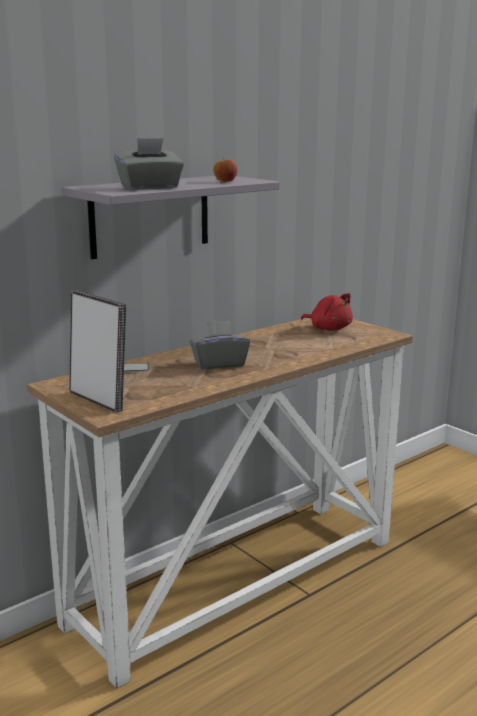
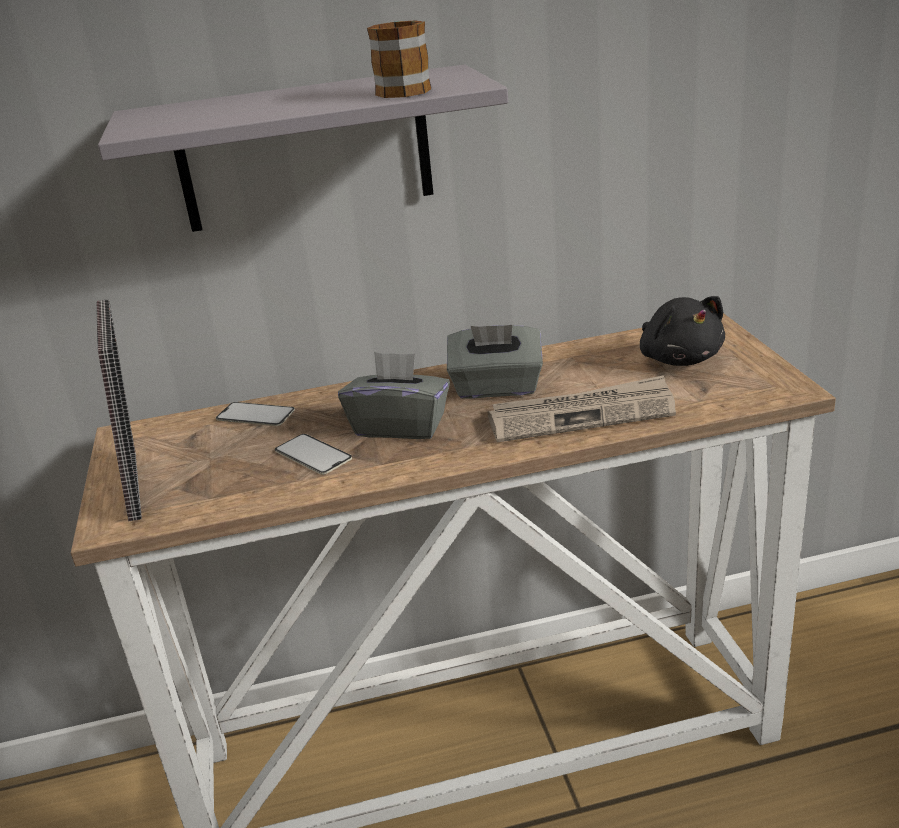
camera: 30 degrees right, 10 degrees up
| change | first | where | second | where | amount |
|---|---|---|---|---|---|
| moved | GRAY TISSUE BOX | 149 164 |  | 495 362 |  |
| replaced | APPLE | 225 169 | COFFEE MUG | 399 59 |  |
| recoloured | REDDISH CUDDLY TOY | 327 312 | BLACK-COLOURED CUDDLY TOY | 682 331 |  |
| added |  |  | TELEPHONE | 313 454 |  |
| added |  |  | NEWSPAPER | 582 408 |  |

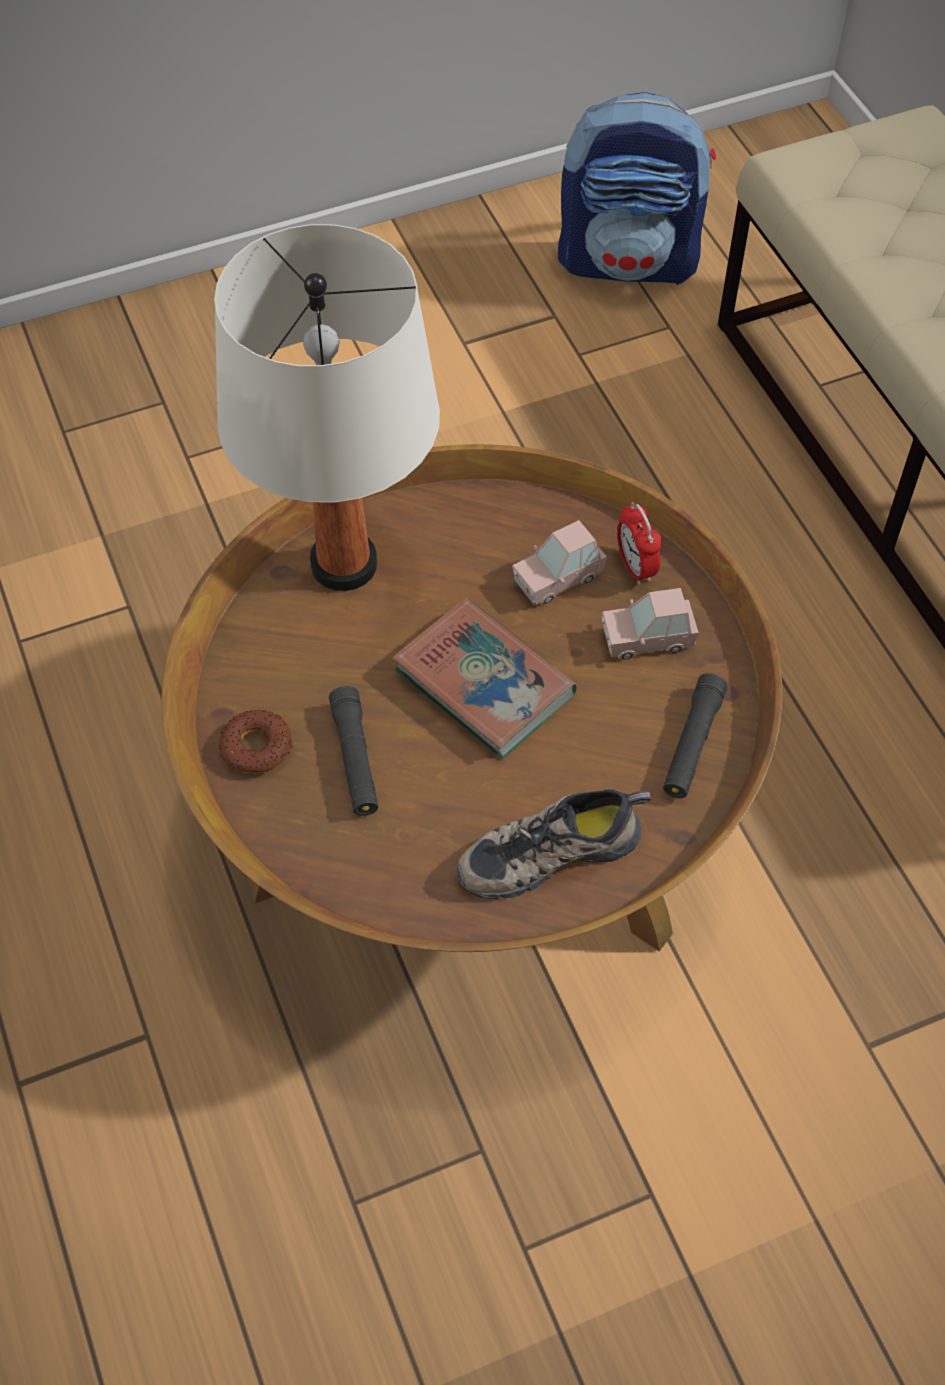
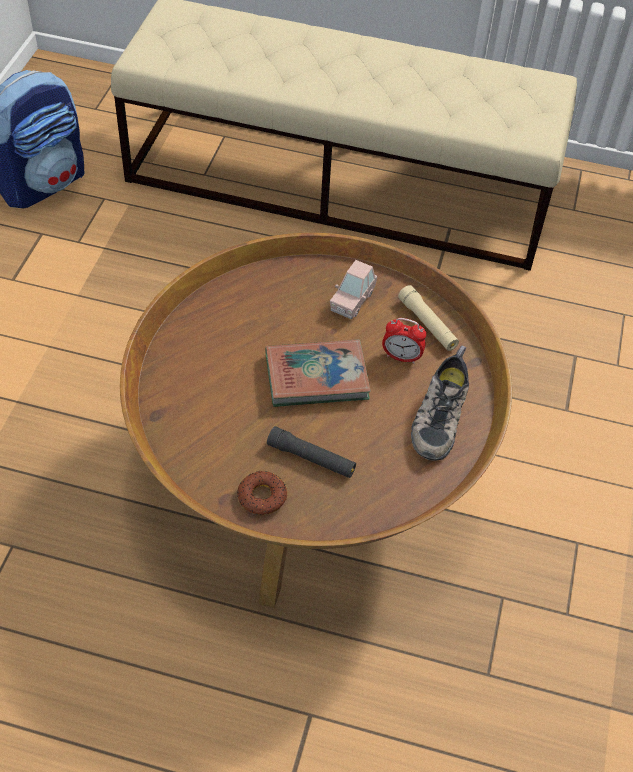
camera: 55 degrees left, 5 degrees down
| change | first | where | second | where | amount |
|---|---|---|---|---|---|
| removed | WHITE TABLETOP LAMP | 327 407 |  |  |  |
| removed | PINK MINIATURE CAR | 559 562 |  |  |  |
| moved | BEDSIDE CLOCK | 639 543 |  | 404 341 |  |
| recoloured | BLACK-COLOURED TORCH | 695 735 | BEIGE-COLOURED TORCH | 428 318 |  |

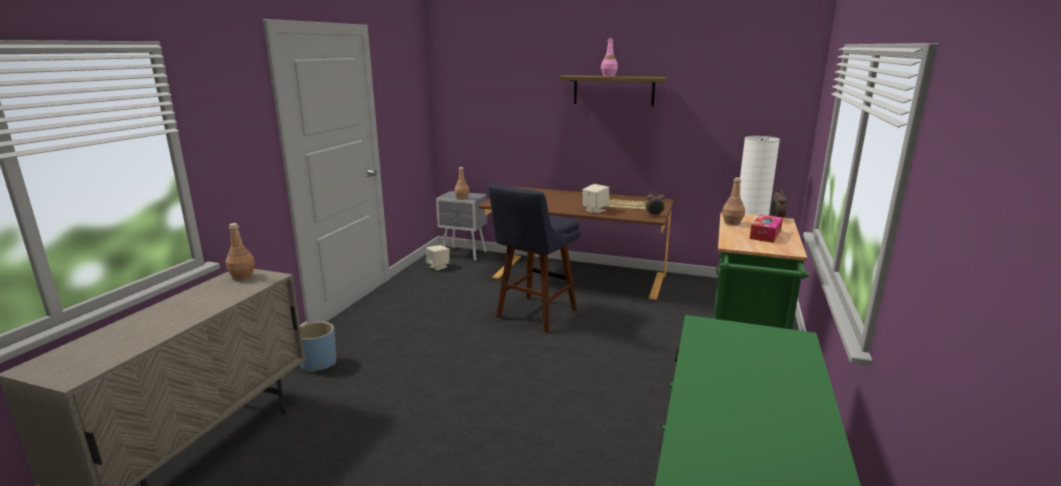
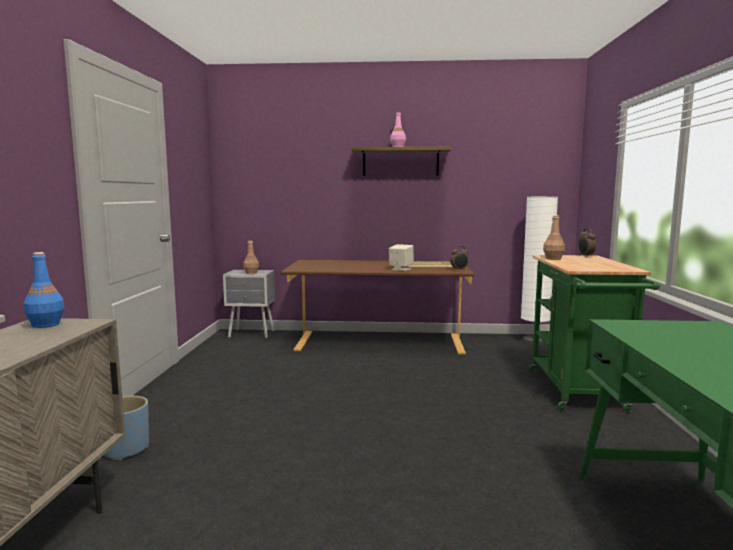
camera: 15 degrees left, 10 degrees down
| change | first | where | second | where | amount |
|---|---|---|---|---|---|
| recoloured | BROWN-COLOURED BEVERAGE BOTTLE | 240 251 | BLUE-COLOURED BEVERAGE BOTTLE | 44 290 |  |
| removed | BEIGE-COLOURED SPEAKER | 438 257 |  |  |  |
| removed | BLUE-COLOURED STOOL SEAT | 534 258 |  |  |  |
| removed | TISSUE BOX | 766 228 |  |  |  |

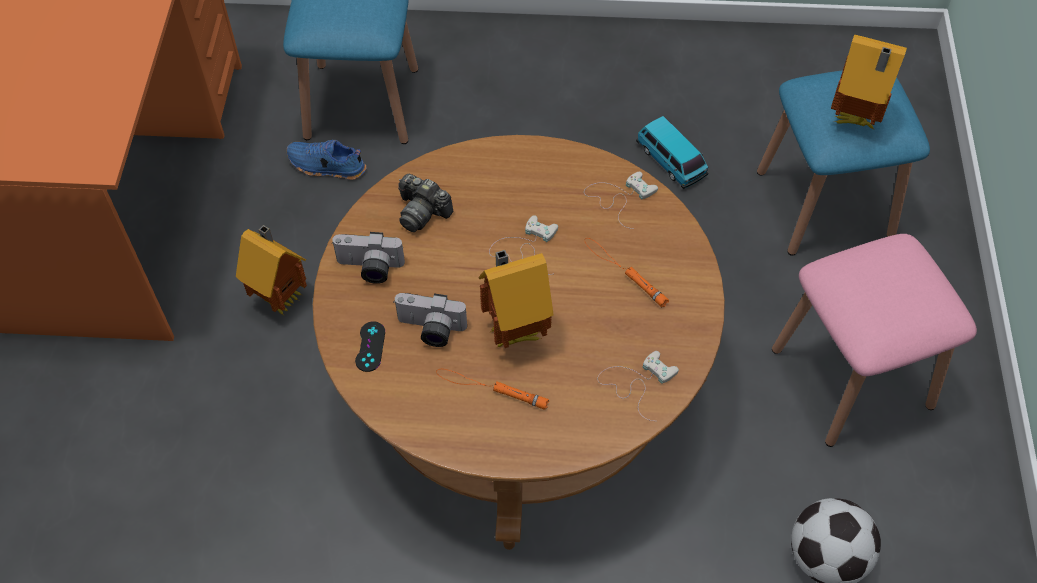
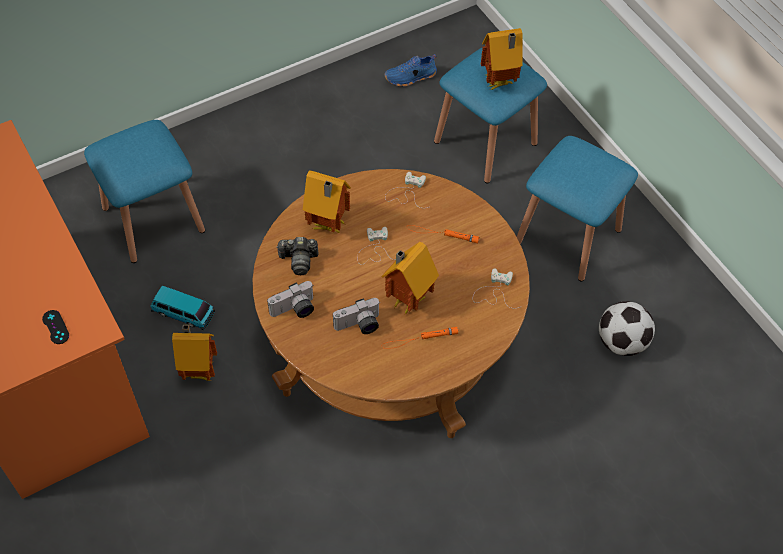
camera: 35 degrees left, 0 degrees up
| change | first | where | second | where | amount |
|---|---|---|---|---|---|
| moved | BLUE-COLOURED LOW SHOE | 327 160 |  | 410 70 |  |
| moved | BLACK-COLOURED GAME CONTROLLER | 370 346 |  | 55 327 |  |
| moved | MINIATURE CAR | 672 152 |  | 183 307 |  |
| recoloured | PINK STOOL SEAT | 874 340 | BLUE-COLOURED STOOL SEAT | 577 209 |  |
| added |  |  | MODEL HOUSE | 327 202 |  |

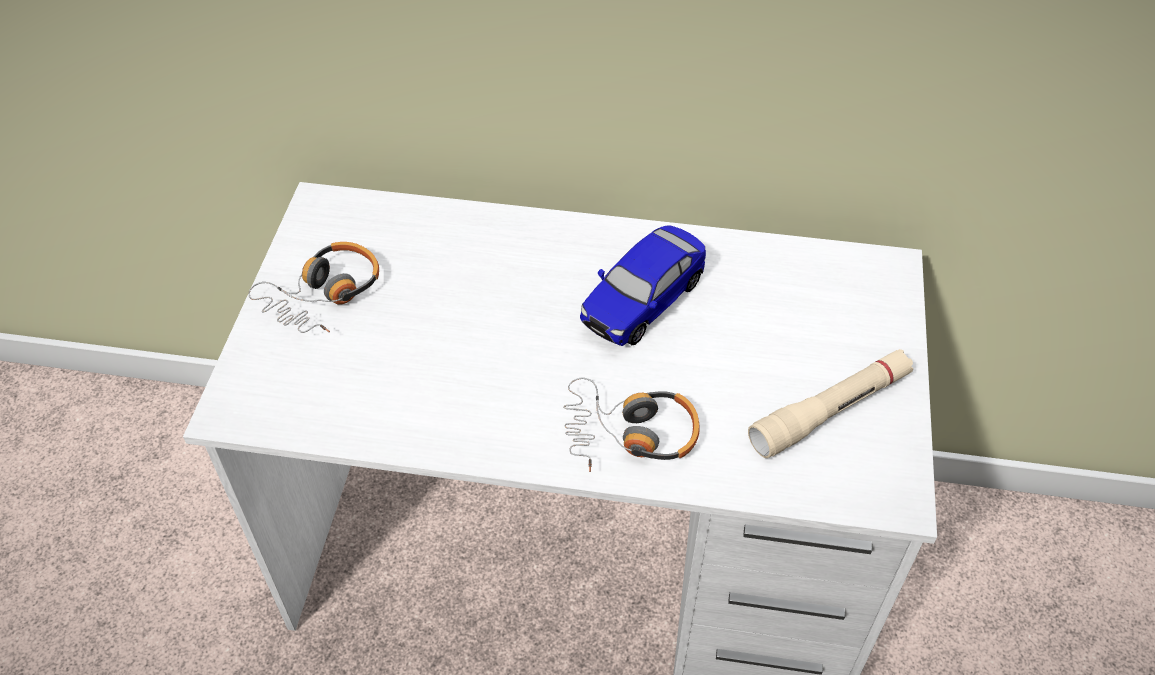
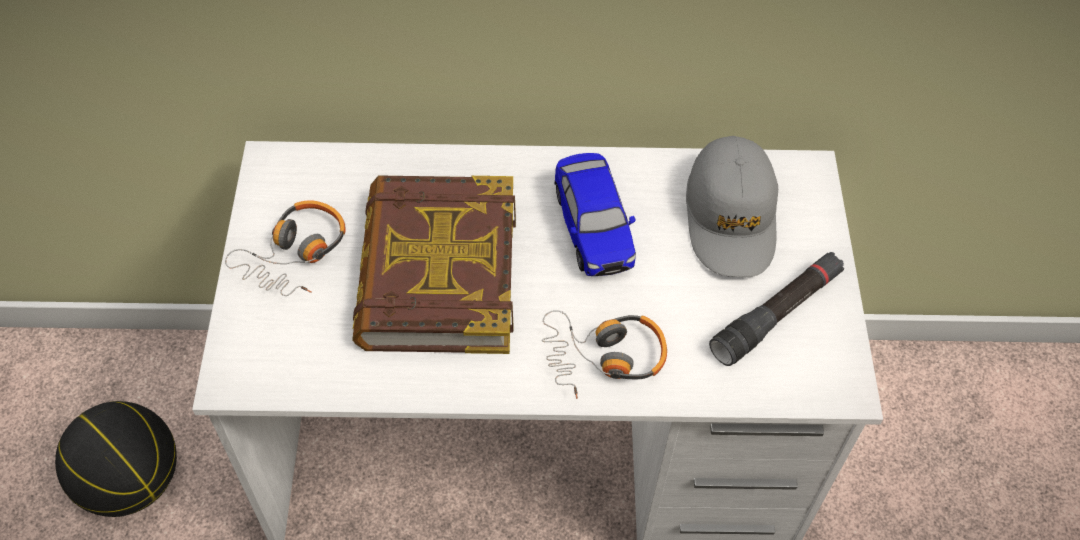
camera: 10 degrees left, 5 degrees up
| change | first | where | second | where | amount |
|---|---|---|---|---|---|
| turned | MINIATURE CAR | 643 285 |  | 595 214 | 45 degrees counterclockwise |
| recoloured | BEIGE-COLOURED TORCH | 830 403 | BLACK-COLOURED TORCH | 776 309 |  |
| added |  |  | BASKETBALL BALL | 116 459 |  |
| added |  |  | BOOK | 434 264 |  |
| added |  |  | GRAY BASEBALL CAP | 732 206 |  |

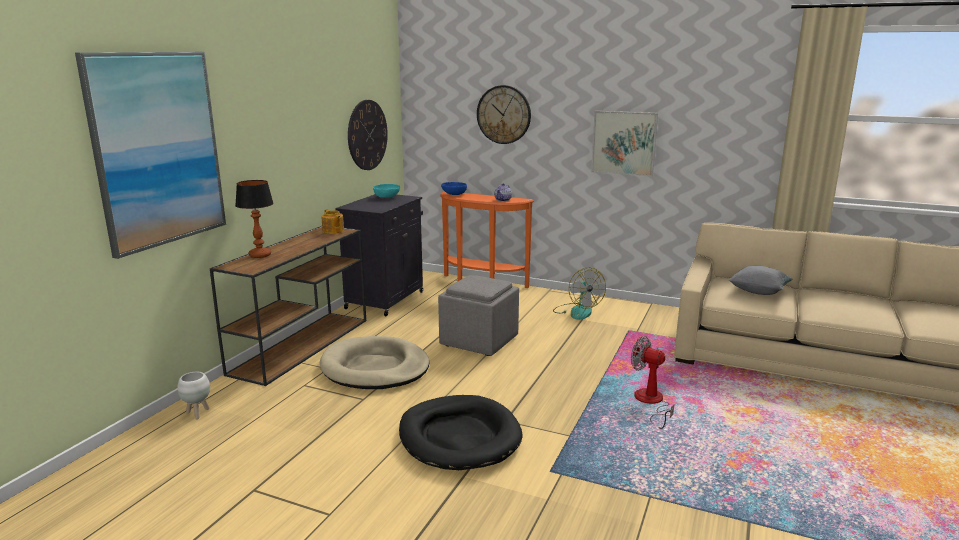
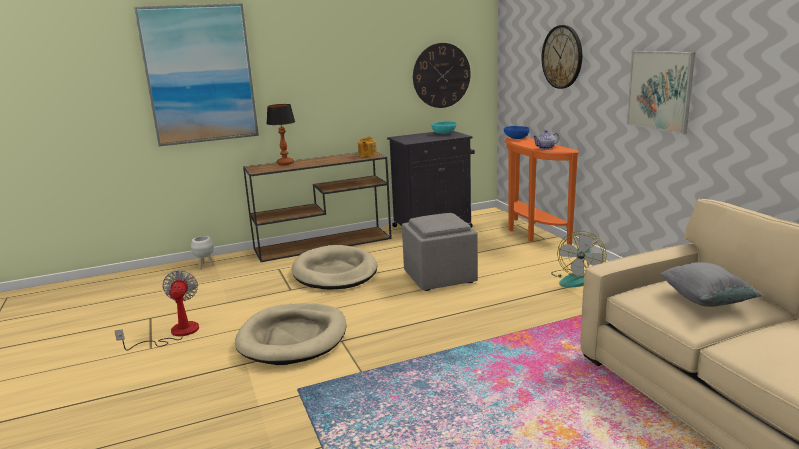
camera: 45 degrees right, 0 degrees up
| change | first | where | second | where | amount |
|---|---|---|---|---|---|
| recoloured | BLACK-COLOURED DOG CUSHION | 461 432 | BEIGE-COLOURED DOG CUSHION | 290 334 |  |
| moved | ELECTRIC FAN | 652 382 |  | 156 310 |  |

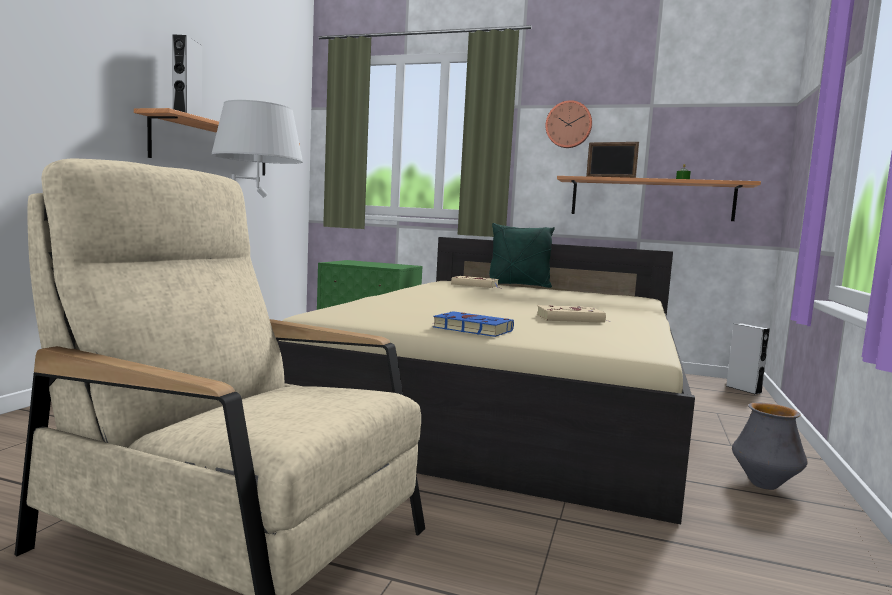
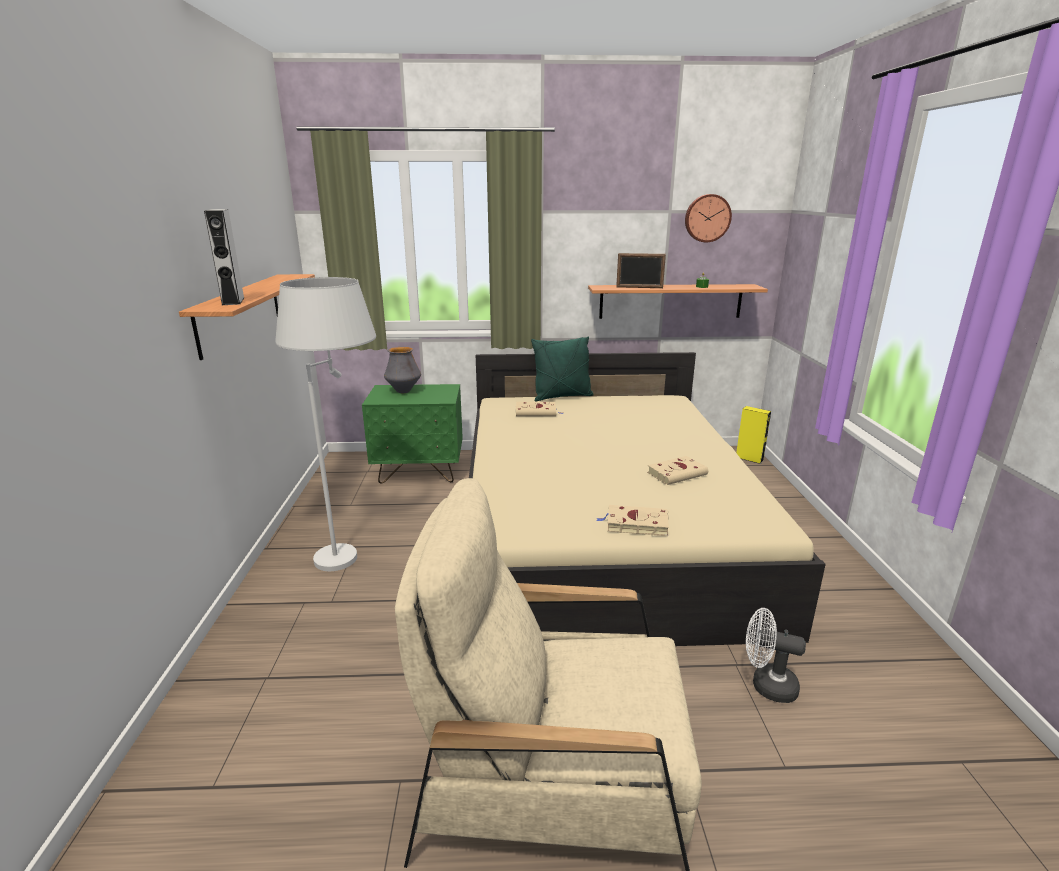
camera: 20 degrees left, 15 degrees up
| change | first | where | second | where | amount |
|---|---|---|---|---|---|
| recoloured | BLUE-COLOURED BOOK | 473 324 | BEIGE-COLOURED BOOK | 632 520 |  |
| moved | CLOCK ON THE WALL | 568 124 |  | 708 218 |  |
| recoloured | GRAY SPEAKER | 748 359 | YELLOWISH SPEAKER | 753 435 |  |
| moved | VASE | 770 446 |  | 402 370 |  |
| added |  |  | WHITE ELECTRIC FAN | 776 655 |  |

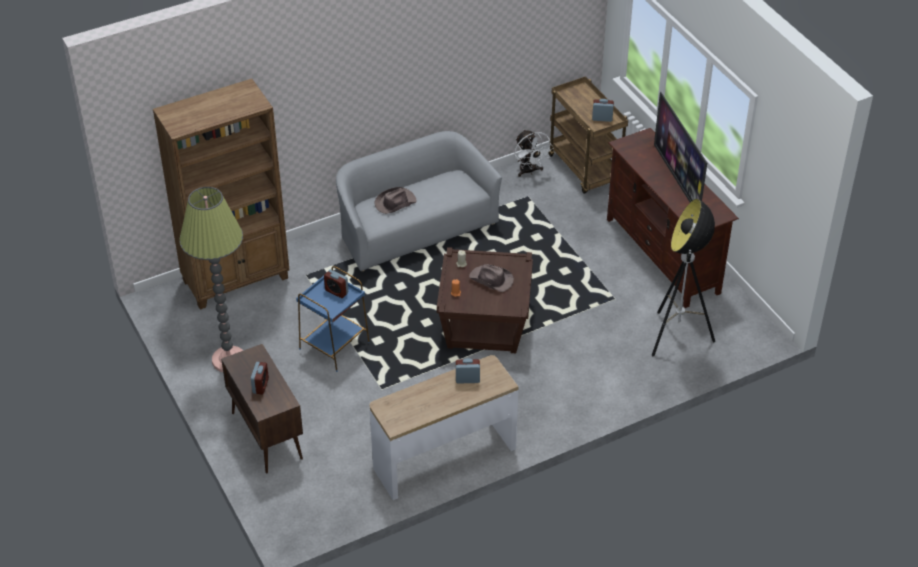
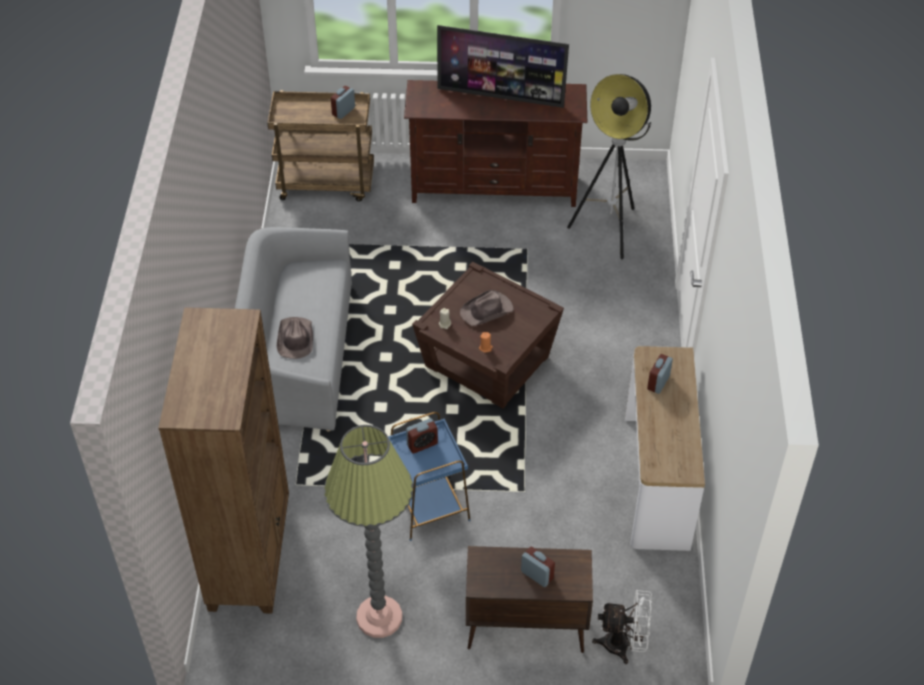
camera: 60 degrees left, 5 degrees up
| change | first | where | second | where | amount |
|---|---|---|---|---|---|
| moved | WHITE ELECTRIC FAN | 534 153 |  | 622 627 |  |

